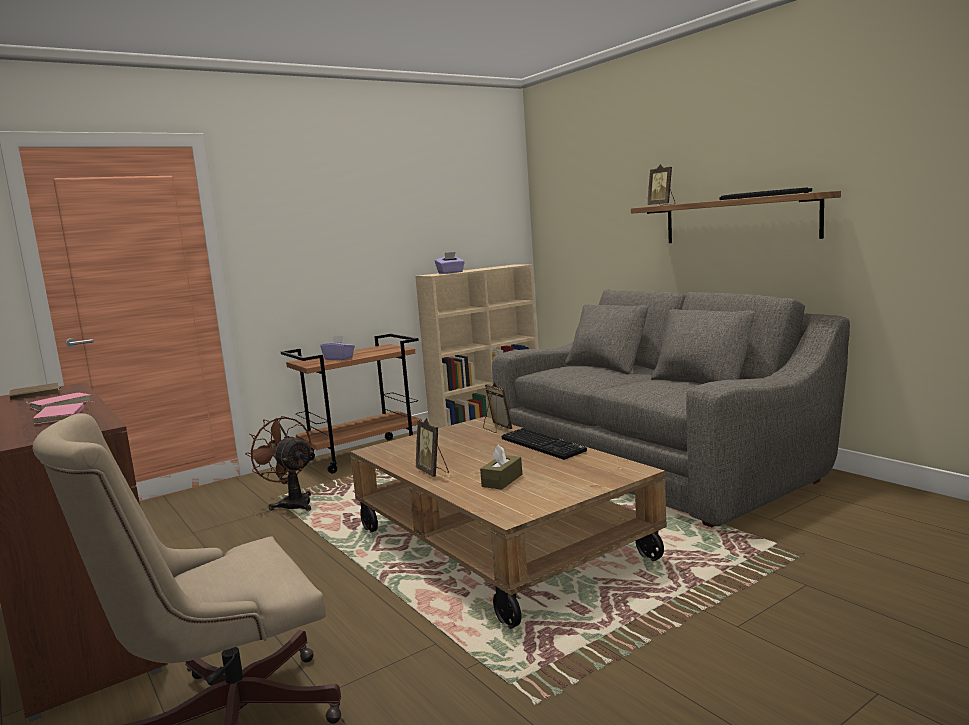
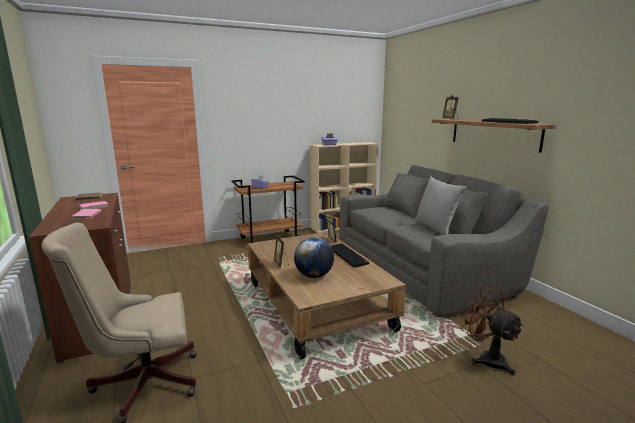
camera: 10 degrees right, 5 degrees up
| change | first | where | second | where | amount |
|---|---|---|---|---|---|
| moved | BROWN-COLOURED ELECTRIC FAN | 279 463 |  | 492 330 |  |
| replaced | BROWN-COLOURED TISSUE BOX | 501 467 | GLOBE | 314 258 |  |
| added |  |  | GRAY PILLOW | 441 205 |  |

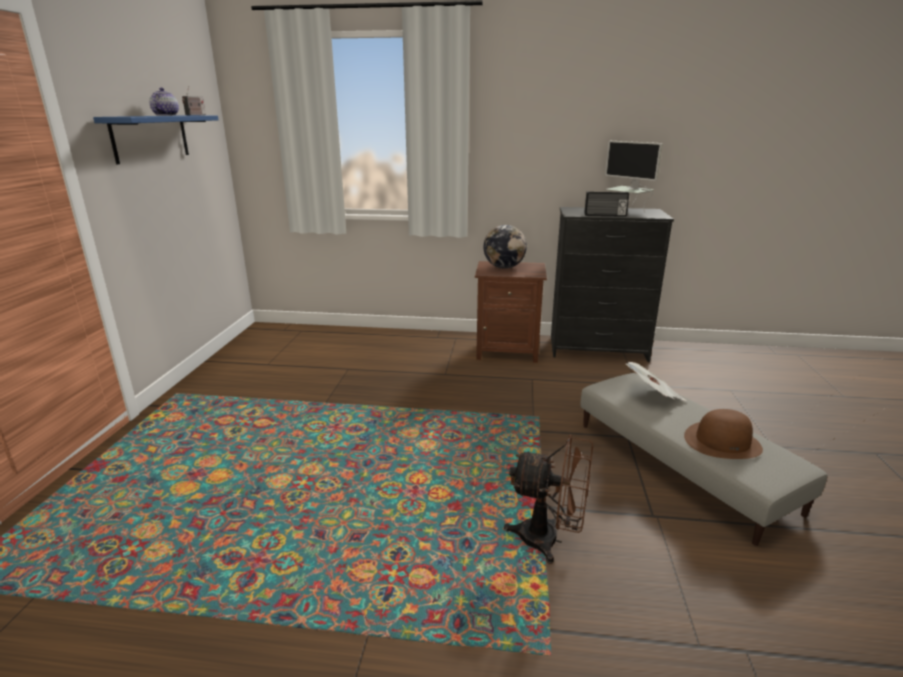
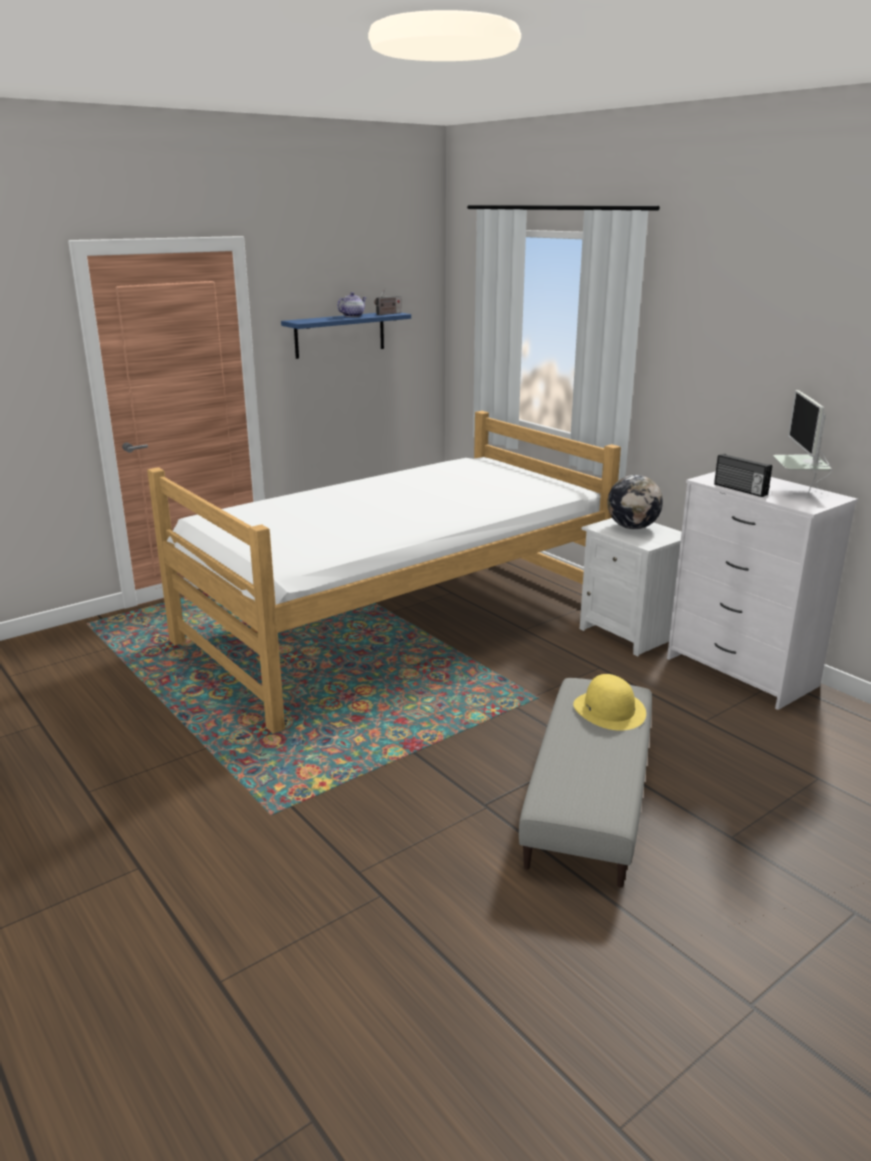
camera: 45 degrees right, 0 degrees up
| change | first | where | second | where | amount |
|---|---|---|---|---|---|
| recoloured | BROWN-COLOURED NIGHT TABLE | 511 312 | WHITE NIGHT TABLE | 631 587 |  |
| removed | BROWN-COLOURED ELECTRIC FAN | 548 499 |  |  |  |
| recoloured | BLACK-COLOURED DRESSER | 612 284 | WHITE DRESSER | 762 590 |  |
| replaced | NEWSPAPER | 656 381 | YELLOWISH WEARABLE HAT | 609 702 |  |
| removed | BROWN-COLOURED WEARABLE HAT | 723 434 |  |  |  |
| added |  |  | BEDROOM BED | 384 572 |  |

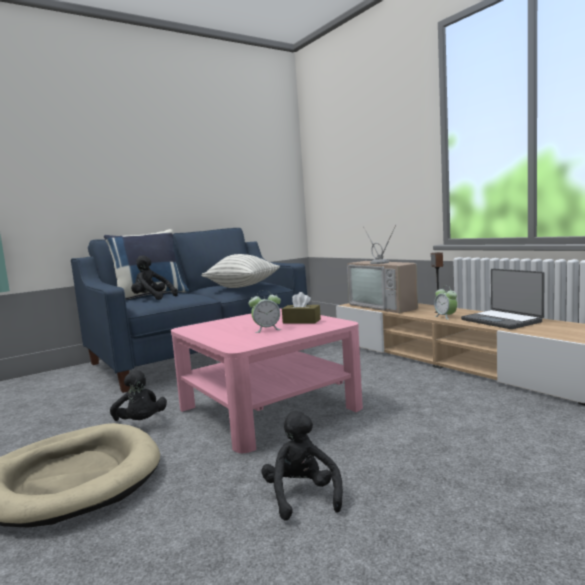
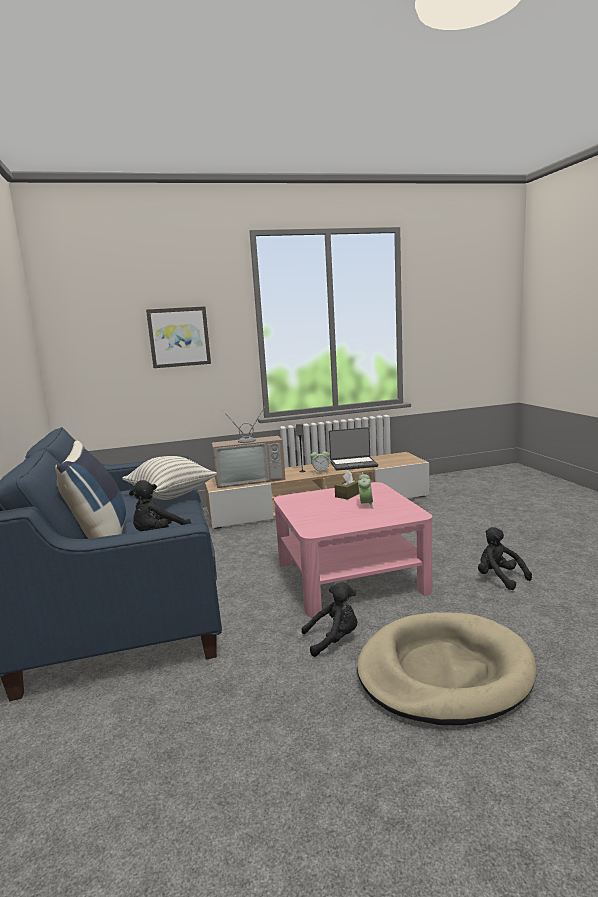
camera: 70 degrees left, 5 degrees up
| change | first | where | second | where | amount |
|---|---|---|---|---|---|
| turned | BLACK-COLOURED CUDDLY TOY | 302 466 |  | 505 558 | 45 degrees clockwise |
| added |  |  | WALL ART | 178 337 |  |

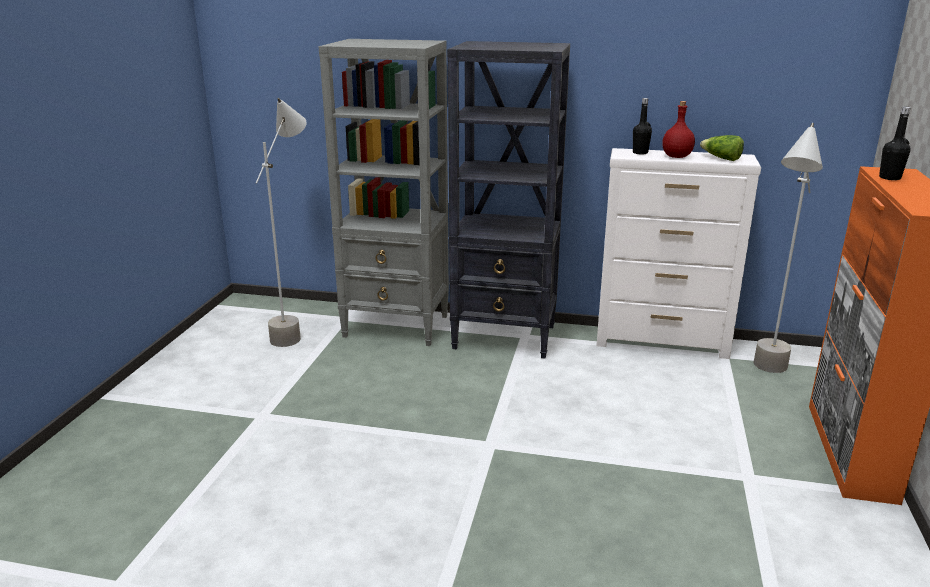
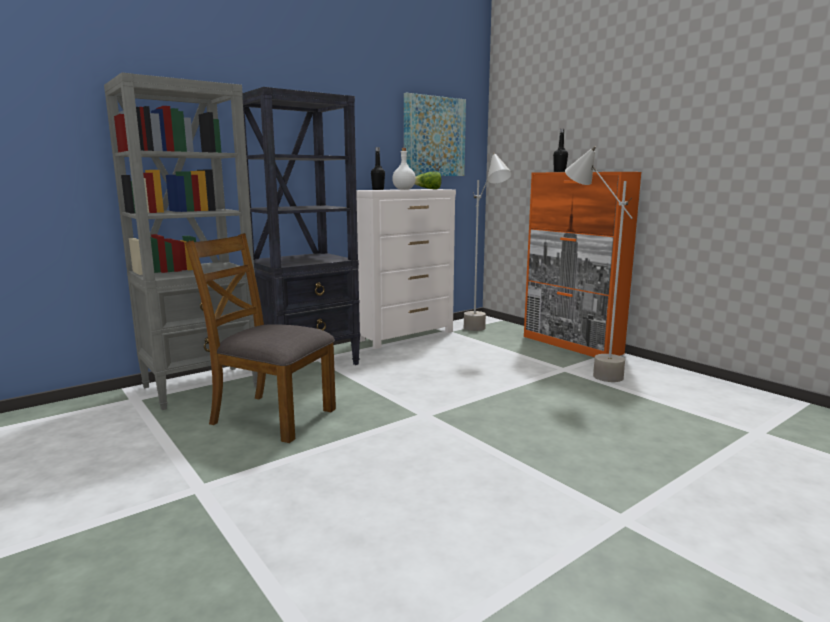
camera: 50 degrees left, 10 degrees down
| change | first | where | second | where | amount |
|---|---|---|---|---|---|
| moved | GRAY STANDARD LAMP | 281 222 |  | 598 264 |  |
| recoloured | REDDISH BEVERAGE BOTTLE | 678 129 | WHITE BEVERAGE BOTTLE | 404 169 |  |
| added |  |  | BROWN-COLOURED UPRIGHT CHAIR | 260 338 |  |
| added |  |  | WALL ART | 435 134 |  |

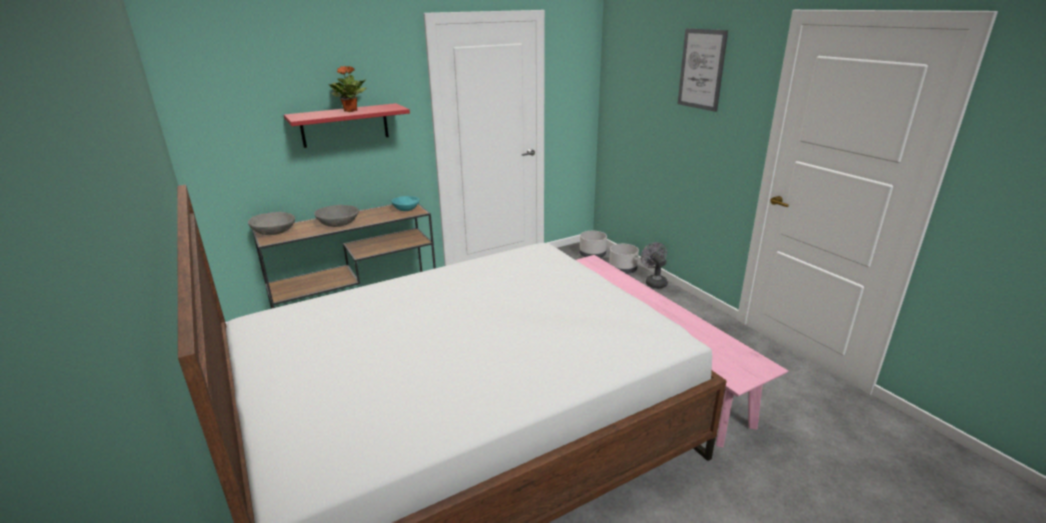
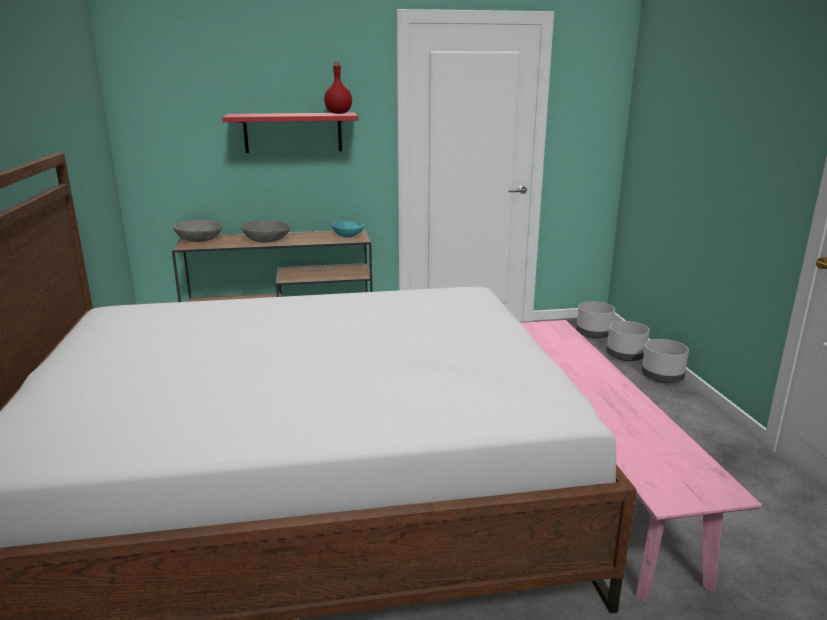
camera: 20 degrees right, 5 degrees down
| change | first | where | second | where | amount |
|---|---|---|---|---|---|
| removed | POTTED PLANT | 347 89 |  |  |  |
| replaced | GRAY ELECTRIC FAN | 654 265 | GRAY PLANTER | 665 361 |  |
| removed | WALL ART | 703 70 |  |  |  |
| added |  |  | REDDISH BEVERAGE BOTTLE | 338 88 |  |

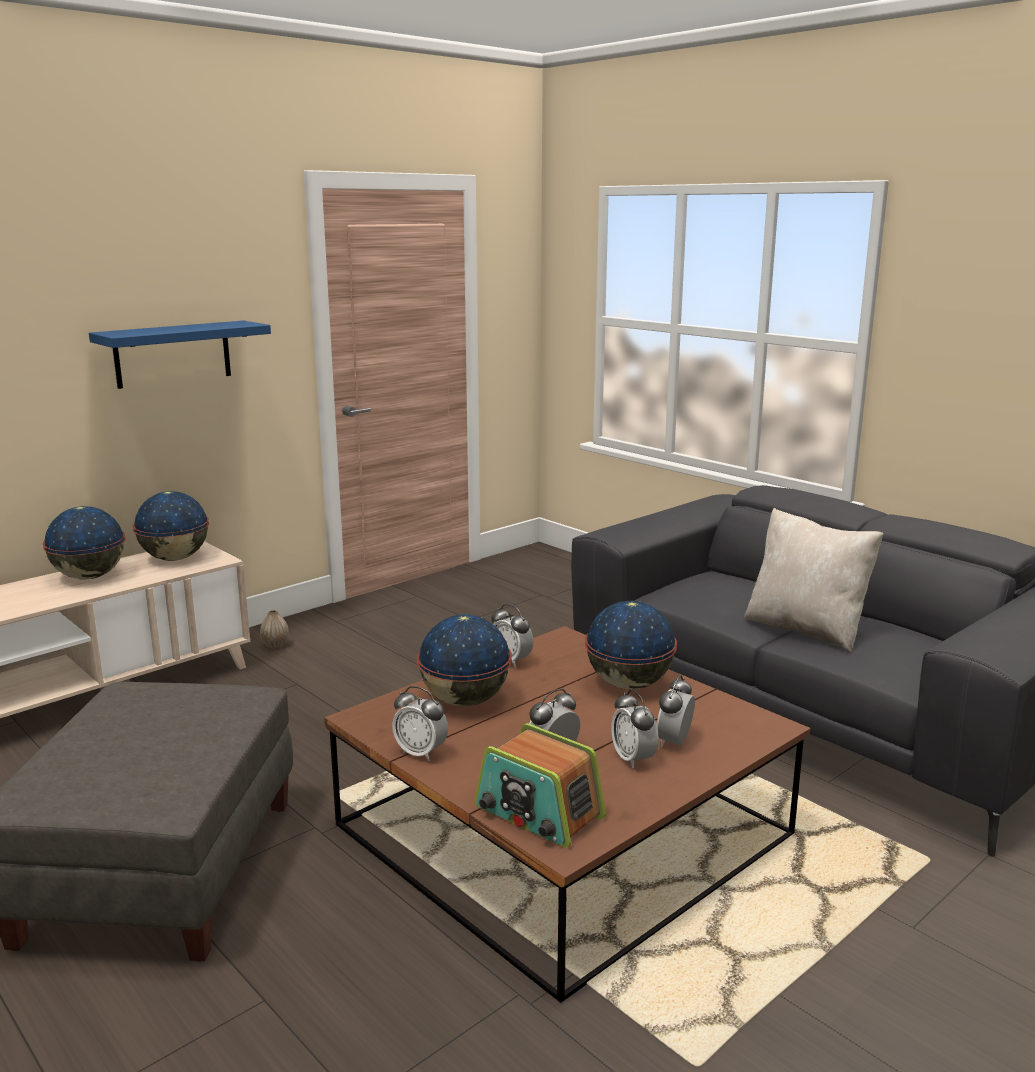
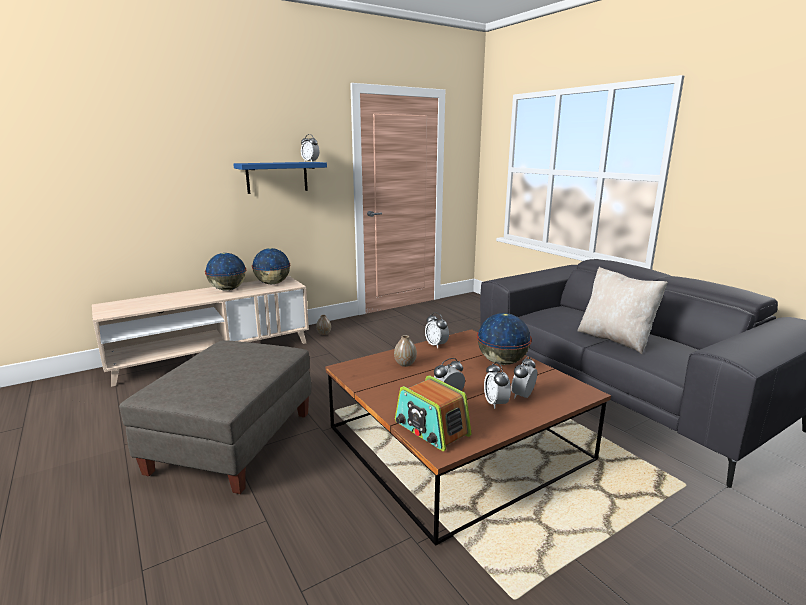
camera: 10 degrees right, 0 degrees up
| change | first | where | second | where | amount |
|---|---|---|---|---|---|
| moved | BEDSIDE CLOCK | 420 723 |  | 310 148 |  |
| replaced | GLOBE | 464 660 | VASE | 405 351 |  |

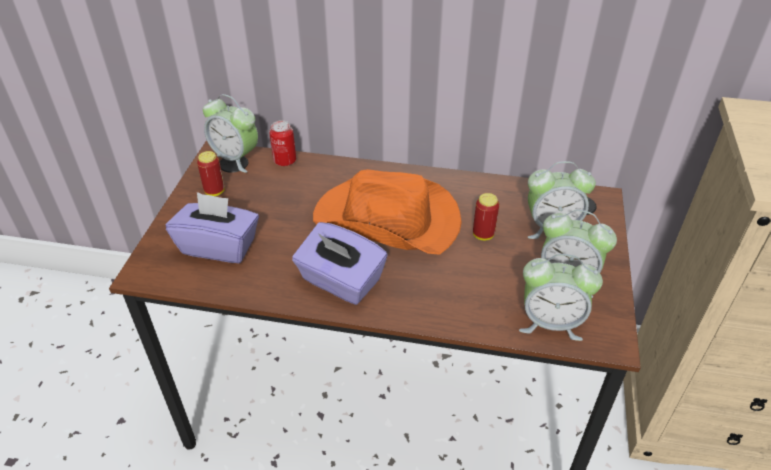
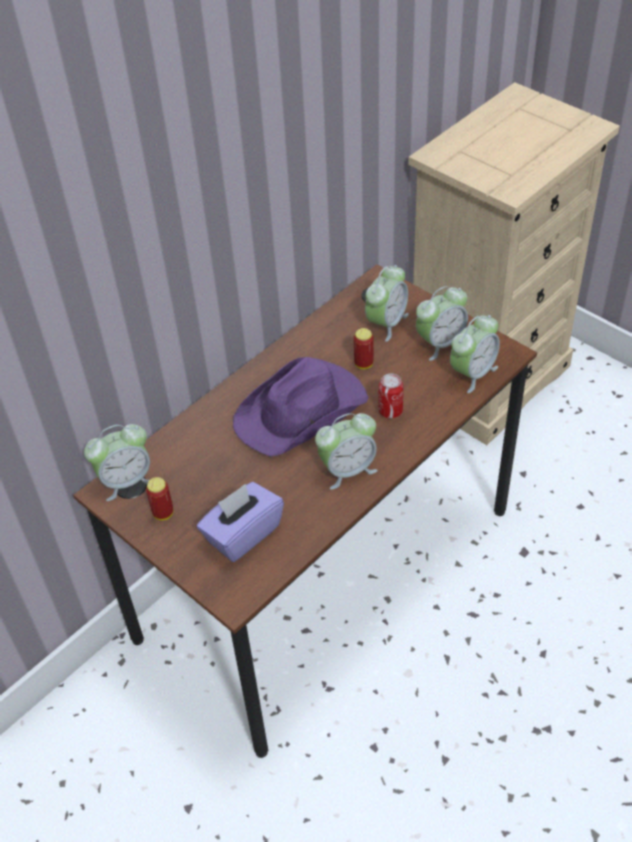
camera: 55 degrees left, 5 degrees up
| change | first | where | second | where | amount |
|---|---|---|---|---|---|
| moved | CAN | 282 143 |  | 391 395 |  |
| replaced | PURPLE-COLOURED TISSUE BOX | 339 263 | BEDSIDE CLOCK | 346 451 |  |
| recoloured | ORANGE WEARABLE HAT | 387 212 | PURPLE-COLOURED WEARABLE HAT | 301 407 |  |

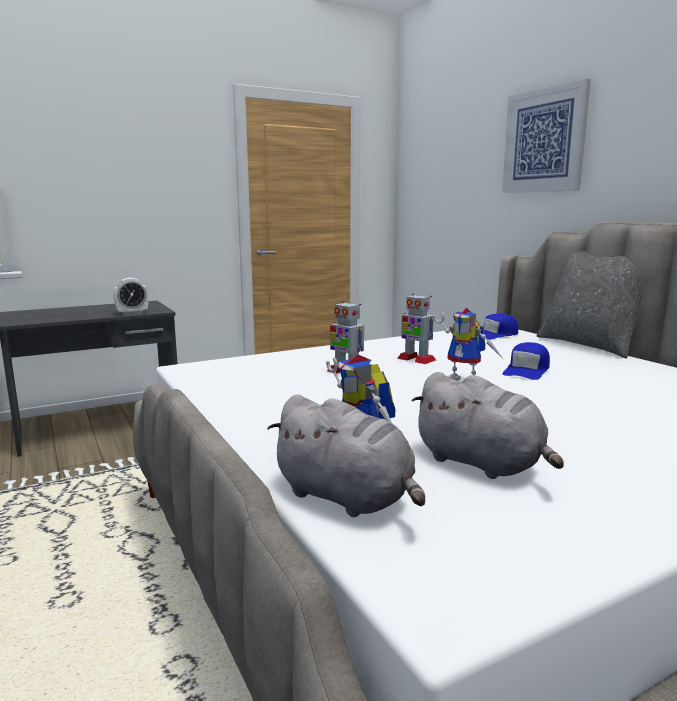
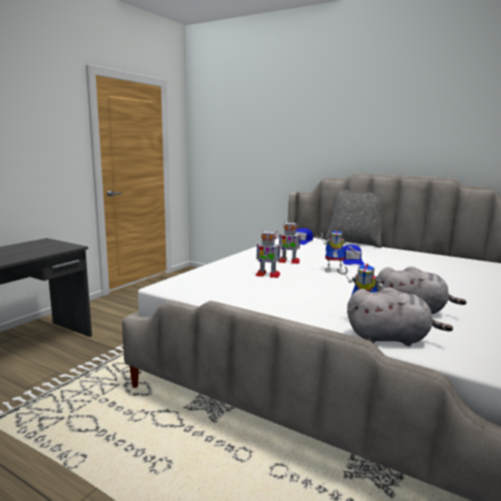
camera: 30 degrees left, 0 degrees up
| change | first | where | second | where | amount |
|---|---|---|---|---|---|
| removed | BEDSIDE CLOCK | 131 296 |  |  |  |
| removed | WALL ART | 546 136 |  |  |  |

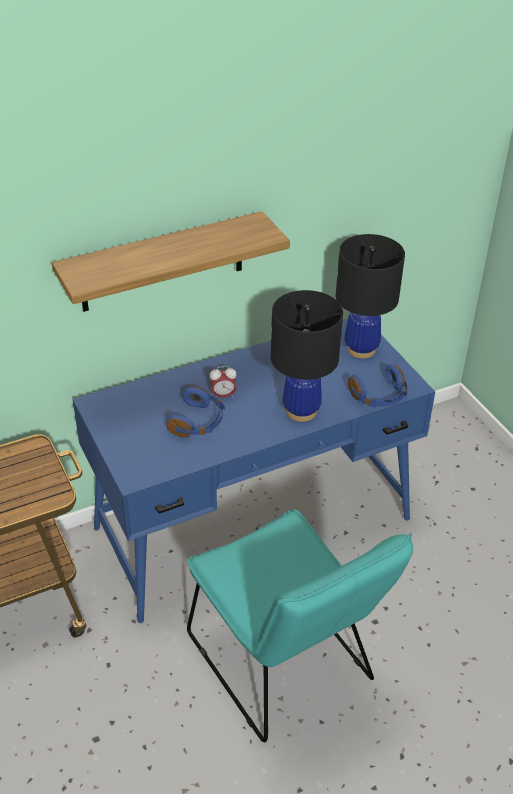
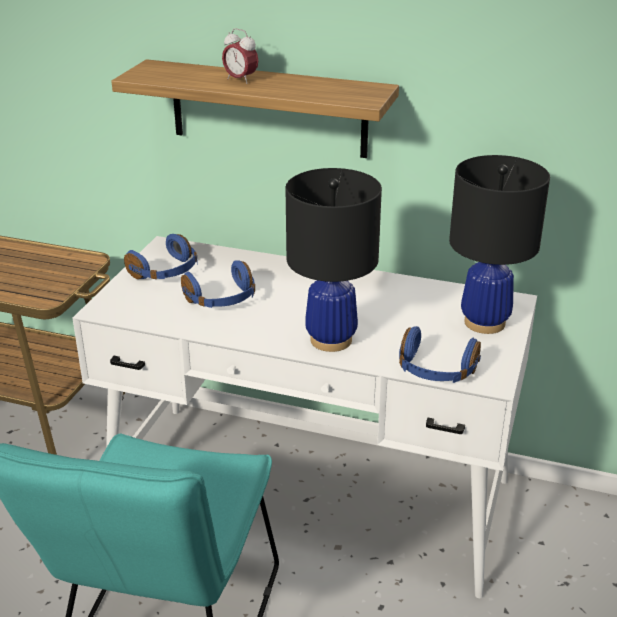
camera: 45 degrees right, 10 degrees down
| change | first | where | second | where | amount |
|---|---|---|---|---|---|
| recoloured | BLUE-COLOURED DESK UNIT | 254 470 | WHITE DESK UNIT | 304 417 |  |
| moved | BEDSIDE CLOCK | 223 382 |  | 240 56 |  |
| added |  |  | BLUE-COLOURED HEADSET | 161 256 |  |

